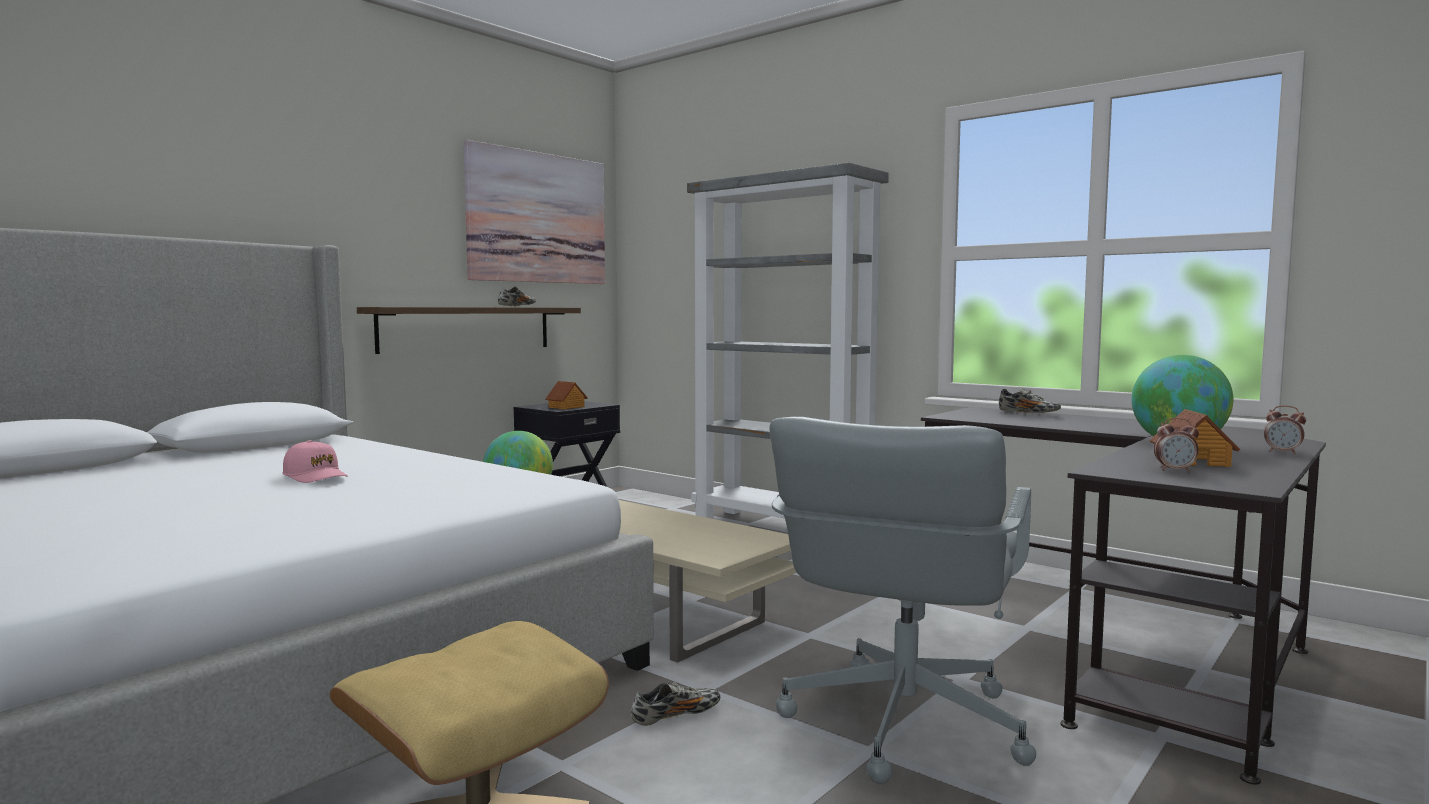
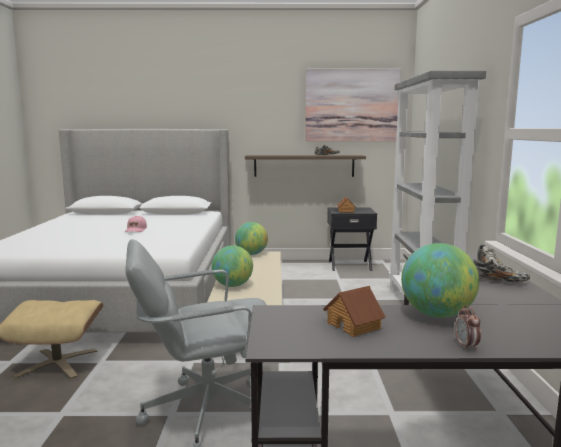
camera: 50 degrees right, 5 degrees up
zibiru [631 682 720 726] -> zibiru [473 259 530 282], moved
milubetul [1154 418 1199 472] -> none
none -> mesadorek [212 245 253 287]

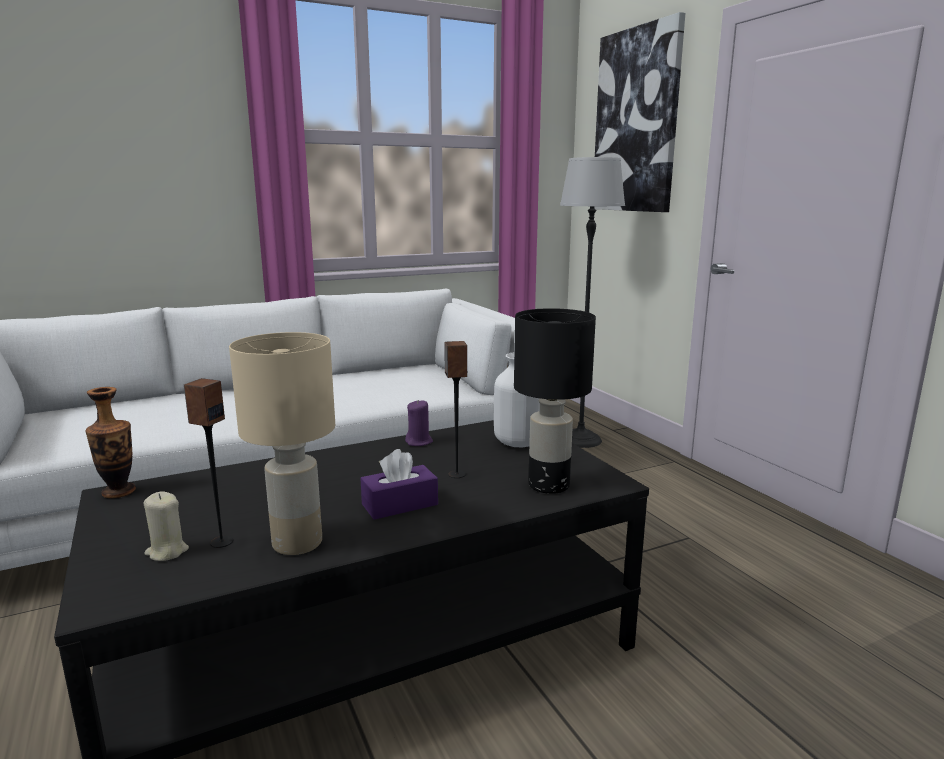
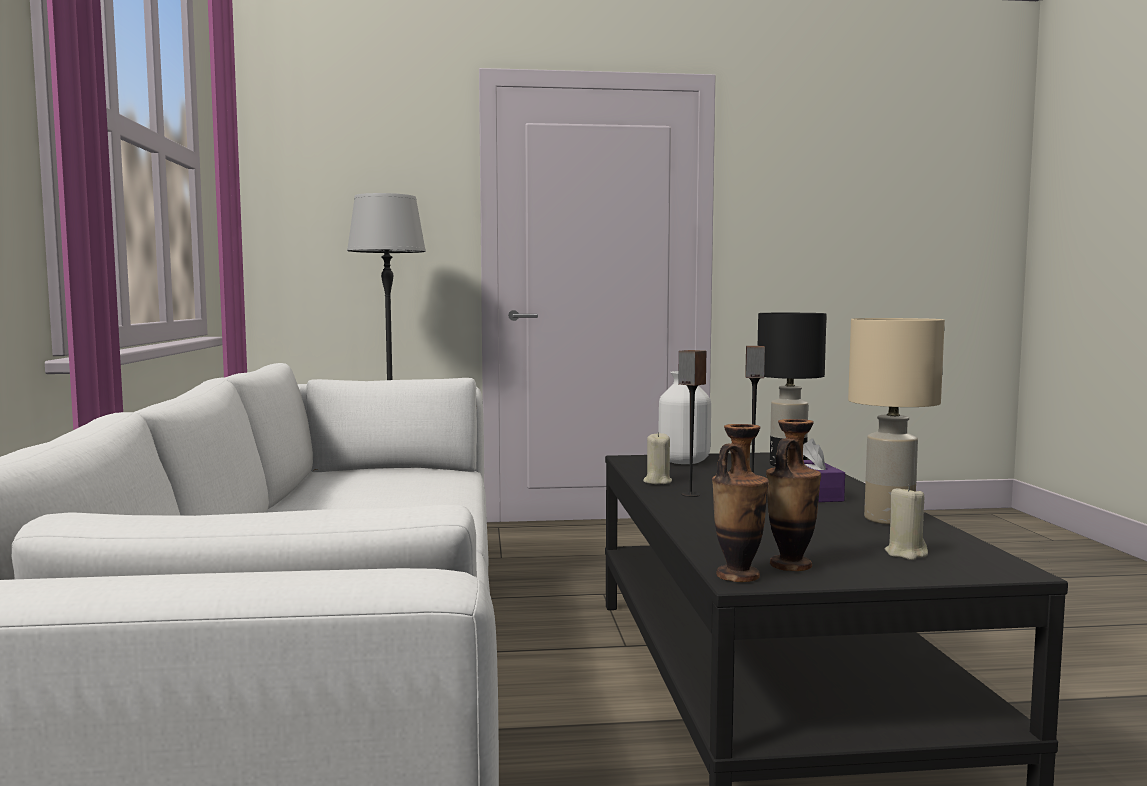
camera: 70 degrees left, 10 degrees down
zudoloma [184 378 233 548] -> zudoloma [678 350 706 497], moved
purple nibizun [405 400 433 446] -> beige nibizun [643 432 672 484]
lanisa [594 12 685 212] -> none
none -> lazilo [766 419 821 571]

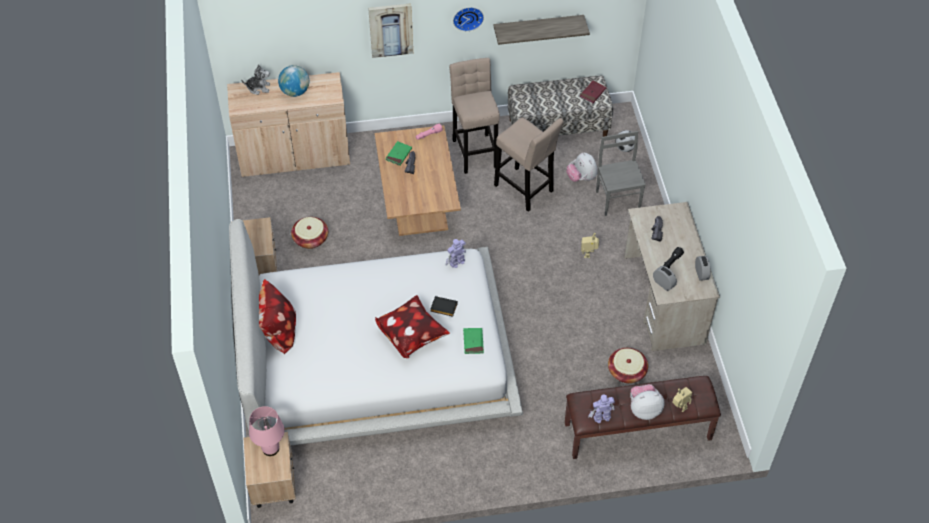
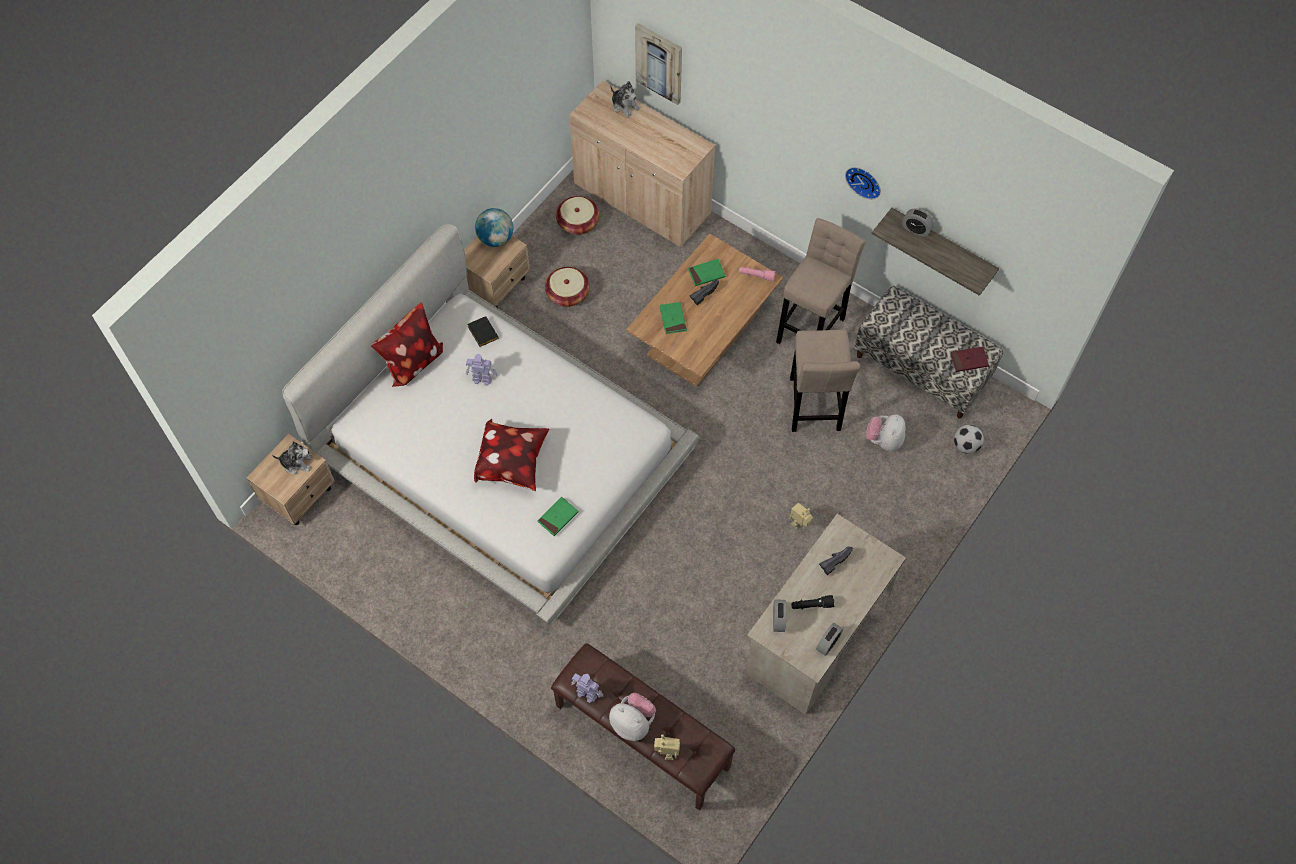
camera: 45 degrees right, 10 degrees up
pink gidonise [249 406 285 456] -> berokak [272 442 312 474]
mesadorek [278 65 309 97] -> mesadorek [475 208 513 247], moved
lanisa [368 3 413 58] -> lanisa [635 23 682 105], moved
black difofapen [430 296 458 317] -> black difofapen [468 316 499 347], moved
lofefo [446 239 466 268] -> lofefo [466 354 497 385], moved
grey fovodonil [596 131 646 216] -> none
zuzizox [608 348 648 383] -> zuzizox [556 196 599 235], moved
none -> green difofapen [659 302 687 334]
none -> milubetul [902 209 934 237]

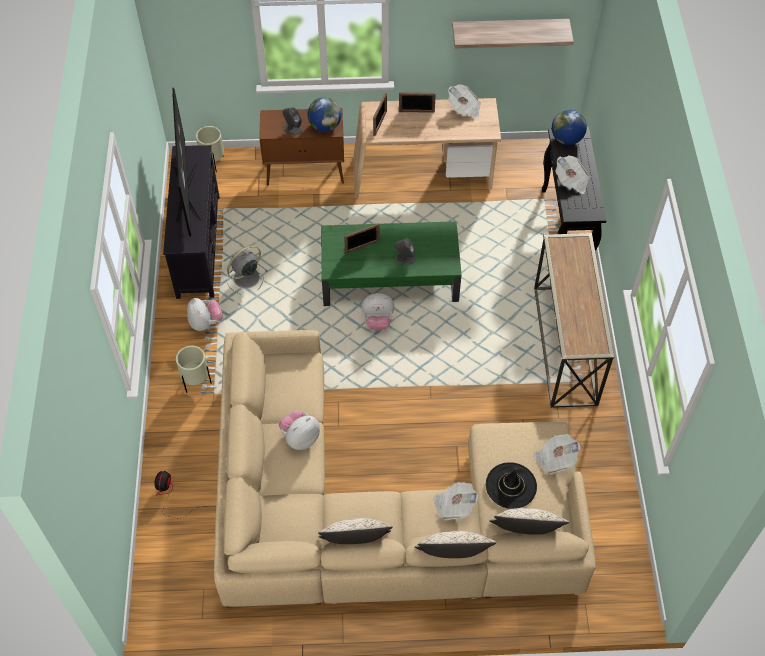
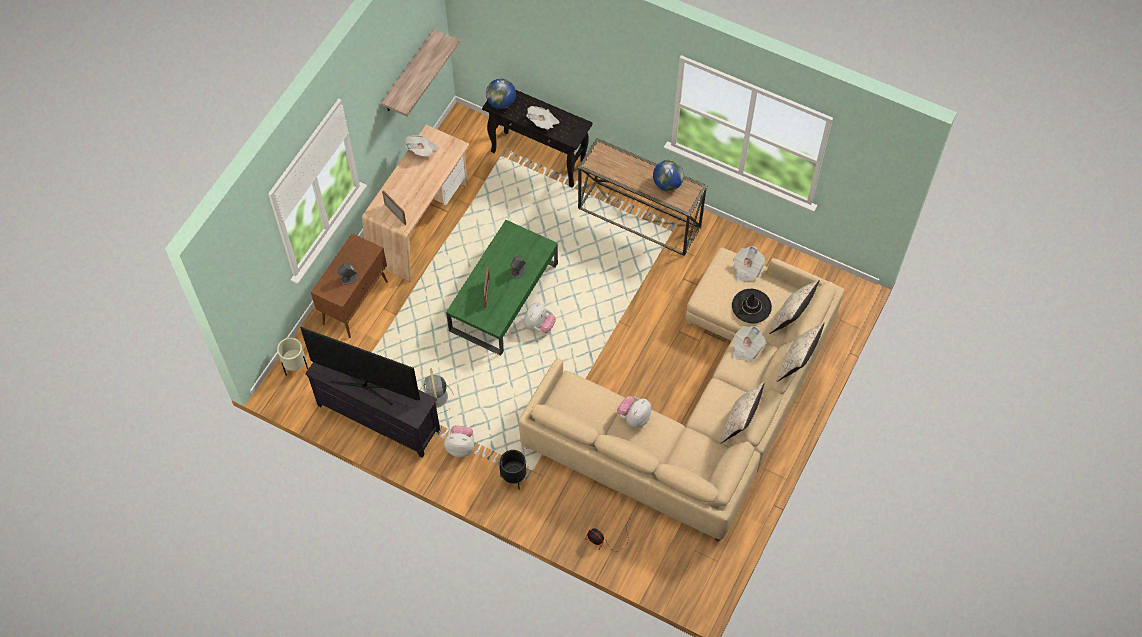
camera: 60 degrees left, 5 degrees up
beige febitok [176 346 212 393] -> black febitok [500 450 526 490]
berokak [279 410 320 450] -> berokak [617 396 651 428], 45 degrees clockwise
mesadorek [307 97 341 132] -> mesadorek [653 160 684 191], moved
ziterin [399 92 436 113] -> none

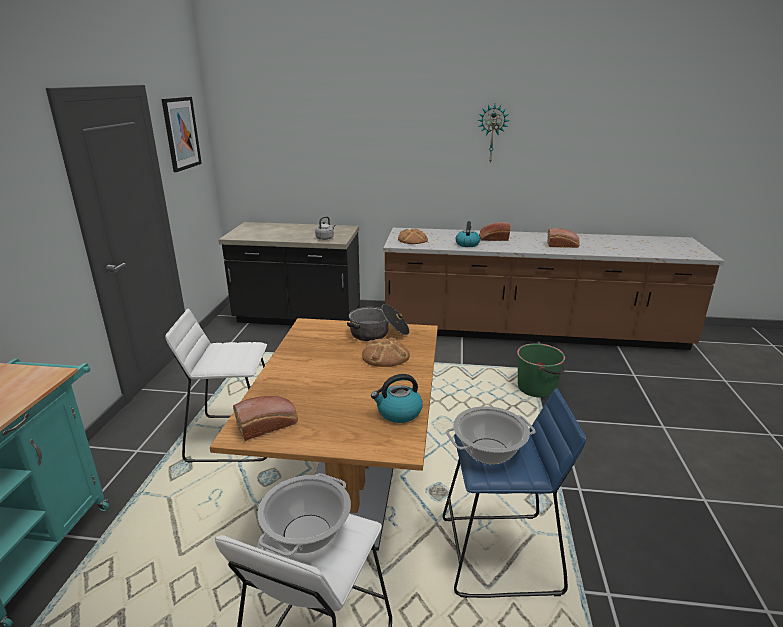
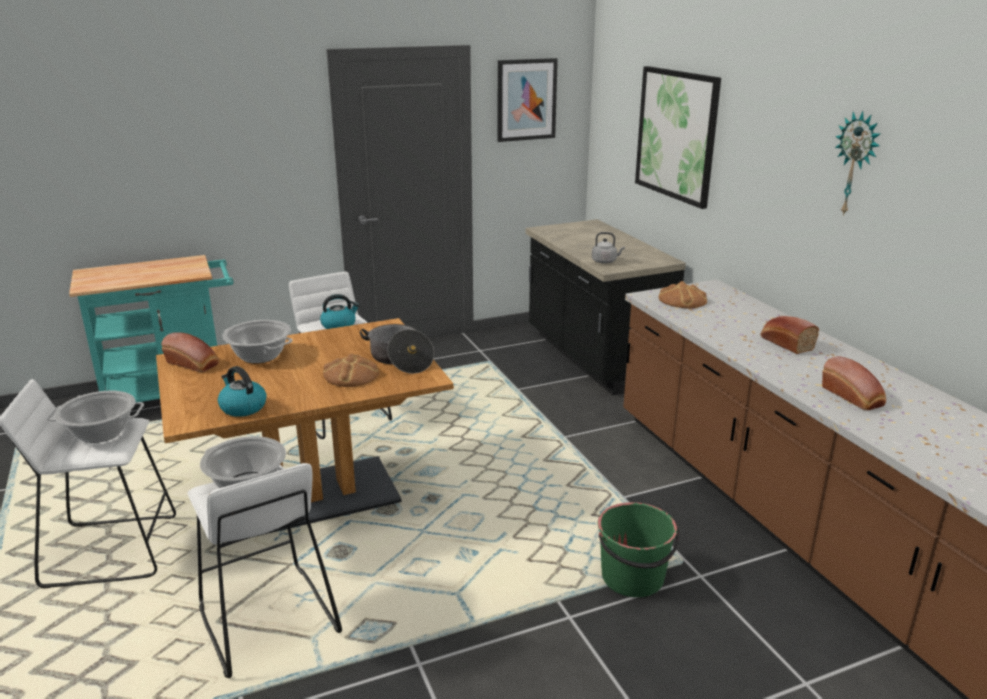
camera: 60 degrees right, 0 degrees up
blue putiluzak [443 388 586 598] -> white putiluzak [188 463 342 678]
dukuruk [456 221 480 247] -> dukuruk [320 294 360 329], moved
none -> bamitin [222 320 293 364]
none -> lanisa [635 66 721 209]

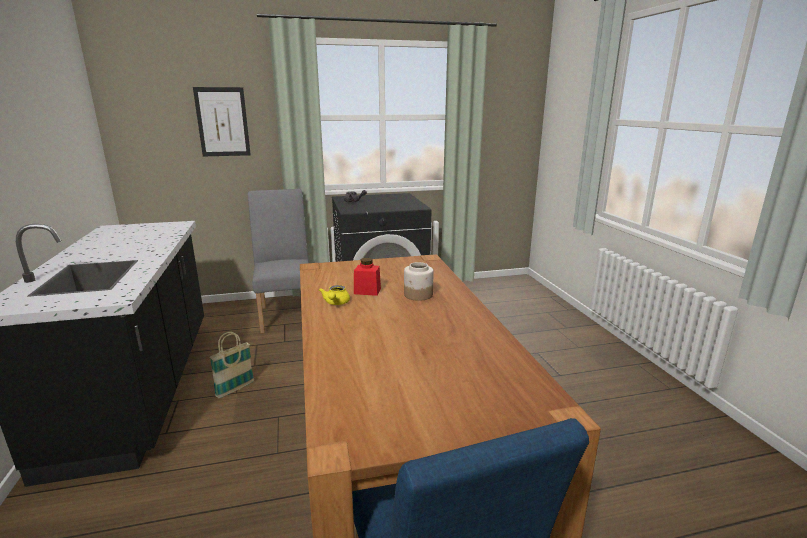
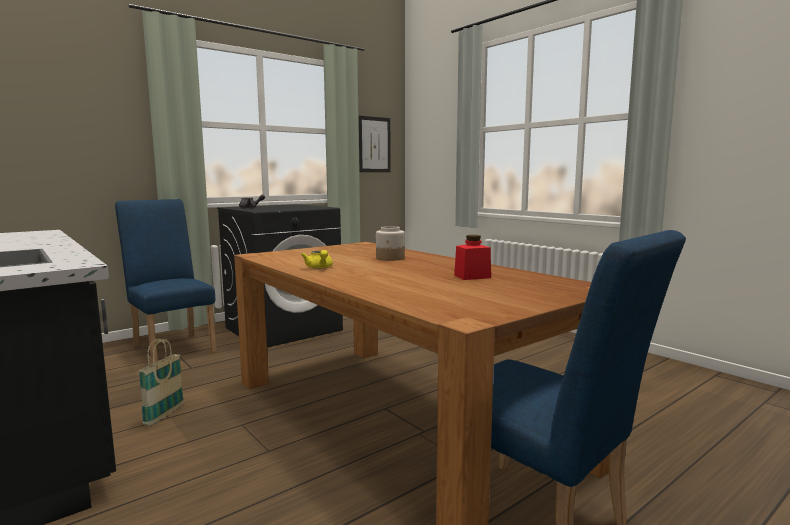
camera: 25 degrees left, 10 degrees down
lanisa [193 87 251 156] -> lanisa [359 116 391 172], moved
grey fovodonil [248 189 309 334] -> blue fovodonil [115 199 217 363]
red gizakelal [354 258 381 296] -> red gizakelal [454 235 491 280], moved

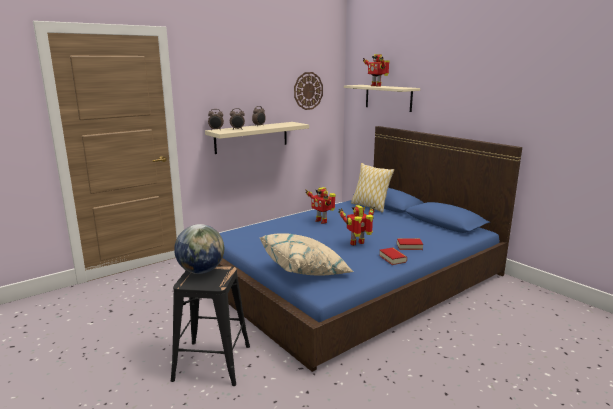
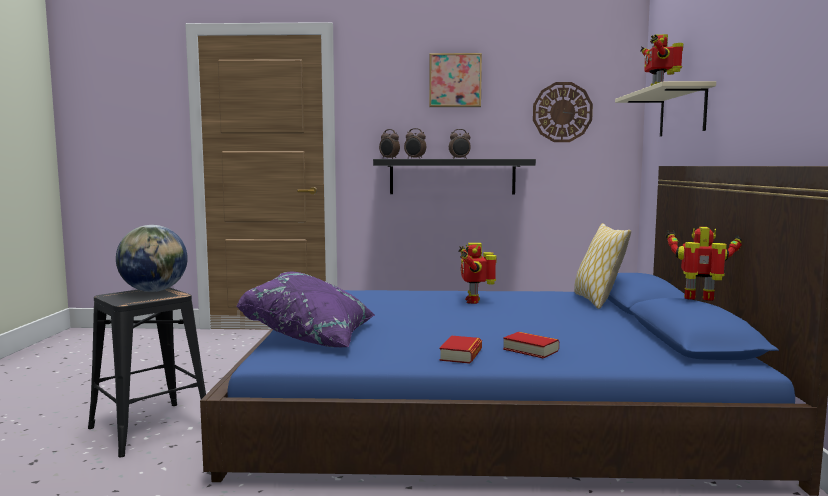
camera: 40 degrees right, 10 degrees down
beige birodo [205 122 309 154] -> black birodo [373 159 536 194]
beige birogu [260 233 353 276] -> purple birogu [237 272 375 347]
lofefo [338 205 375 245] -> lofefo [666 227 742 301], moved
none -> lanisa [429 53 482 107]

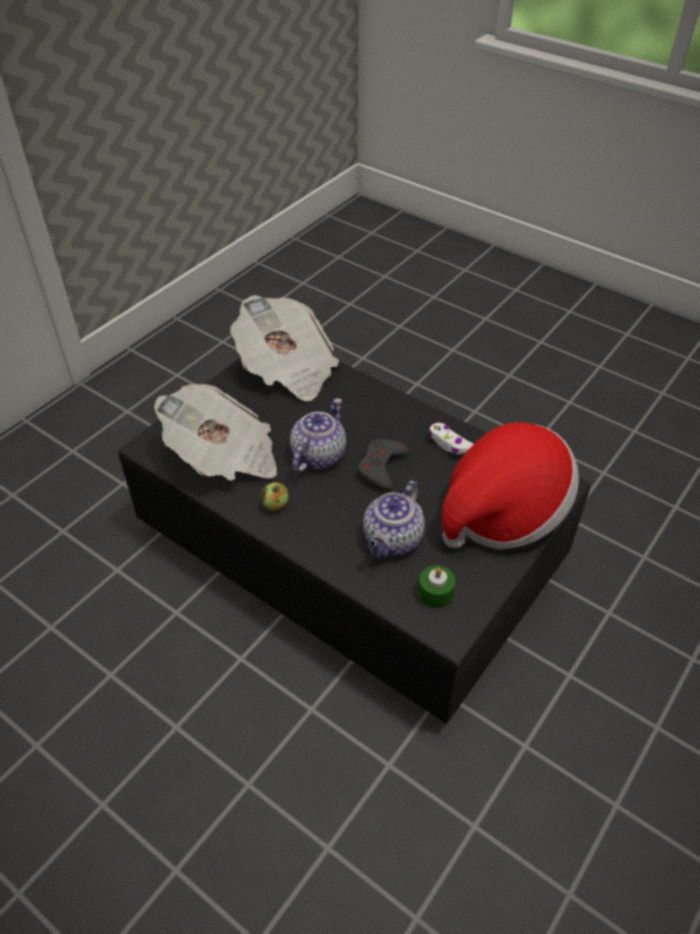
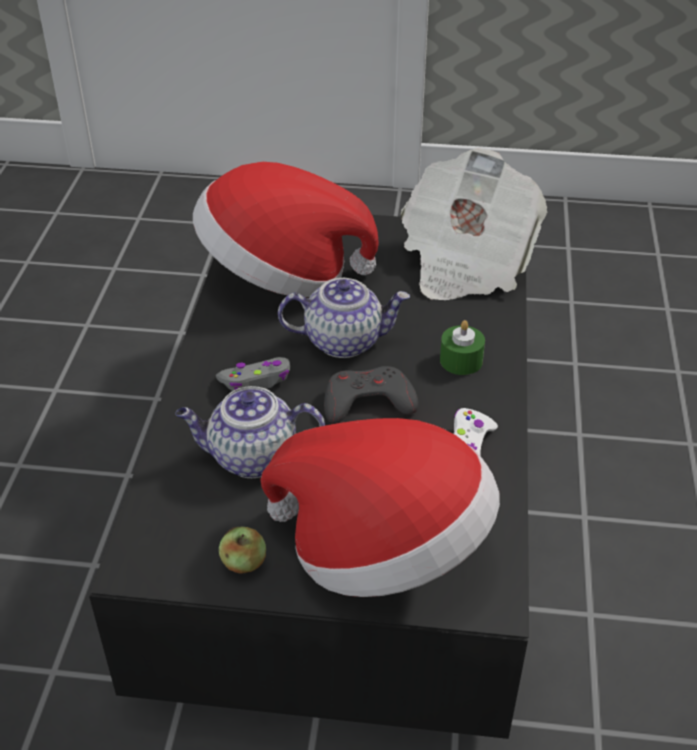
camera: 60 degrees right, 5 degrees down
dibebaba [154 384 277 481] -> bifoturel [193 162 379 297]
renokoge [260 482 289 511] -> renokoge [219 527 266 574], moved
green nibizun [418 565 455 608] -> green nibizun [440 320 485 375], moved
none -> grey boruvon [216 357 290 391]

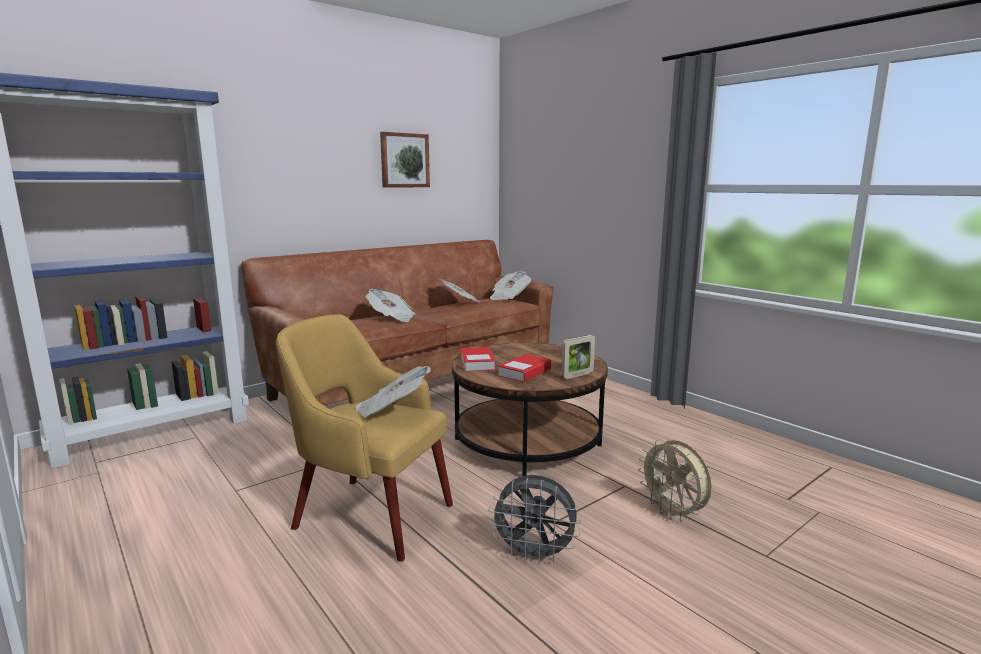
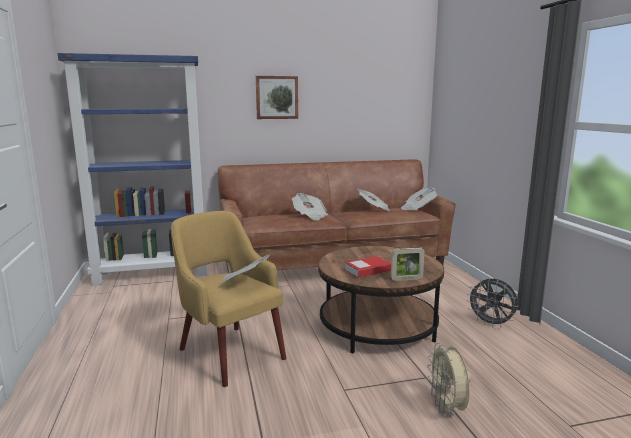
camera: 25 degrees right, 0 degrees up
lanisa [380 132 430 188] -> lanisa [256 76 298 119], moved
difofapen [460 347 496 372] -> none
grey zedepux [488 475 581 564] -> grey zedepux [466 278 518 328], moved

